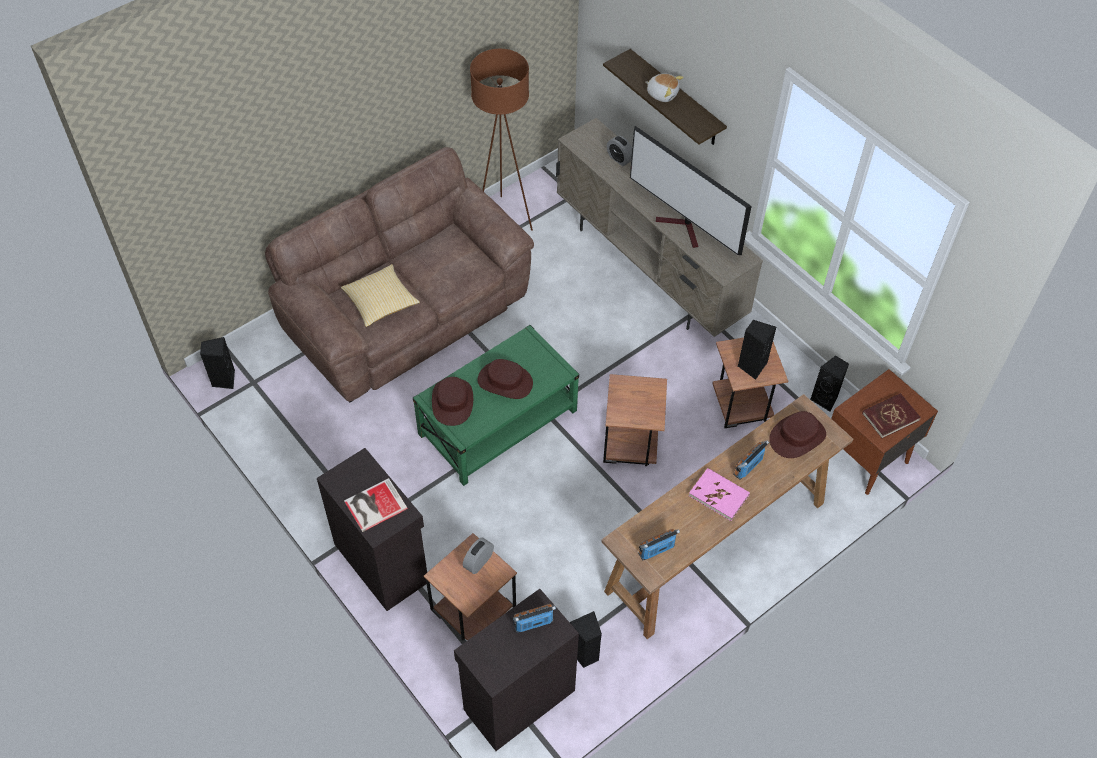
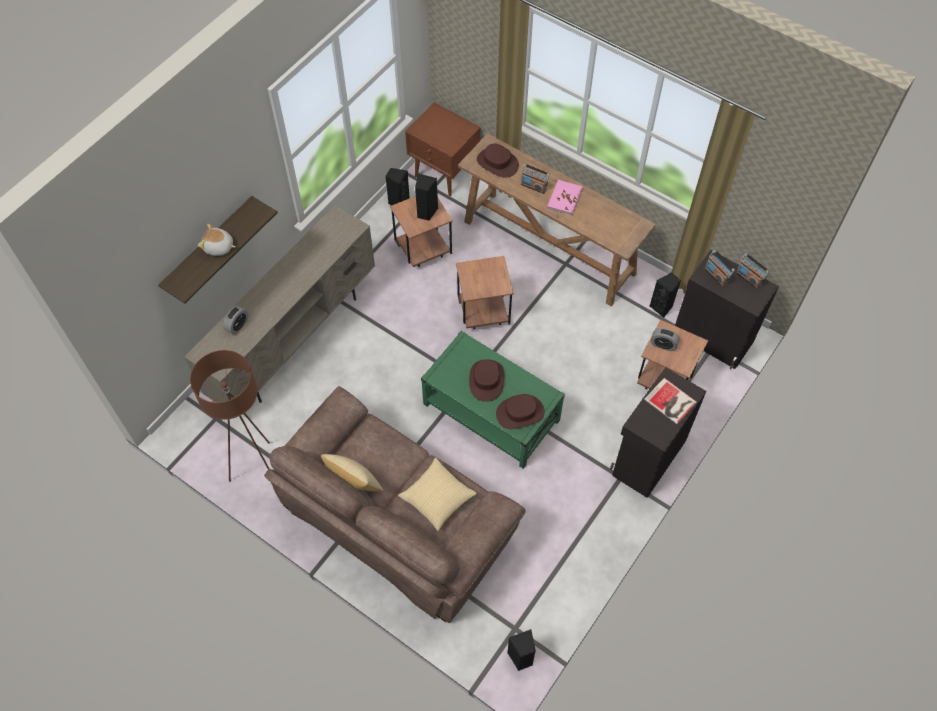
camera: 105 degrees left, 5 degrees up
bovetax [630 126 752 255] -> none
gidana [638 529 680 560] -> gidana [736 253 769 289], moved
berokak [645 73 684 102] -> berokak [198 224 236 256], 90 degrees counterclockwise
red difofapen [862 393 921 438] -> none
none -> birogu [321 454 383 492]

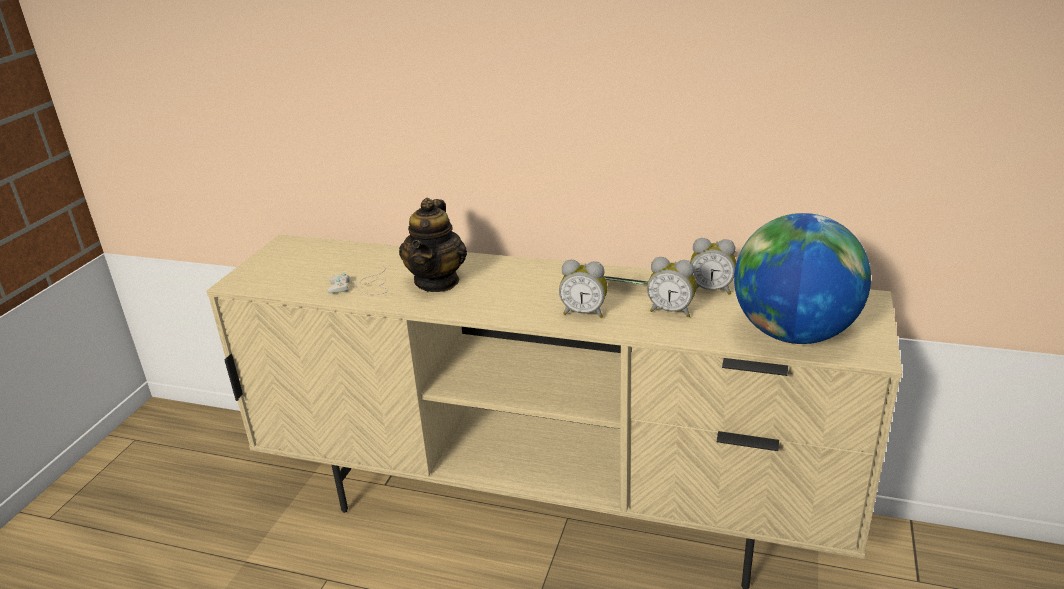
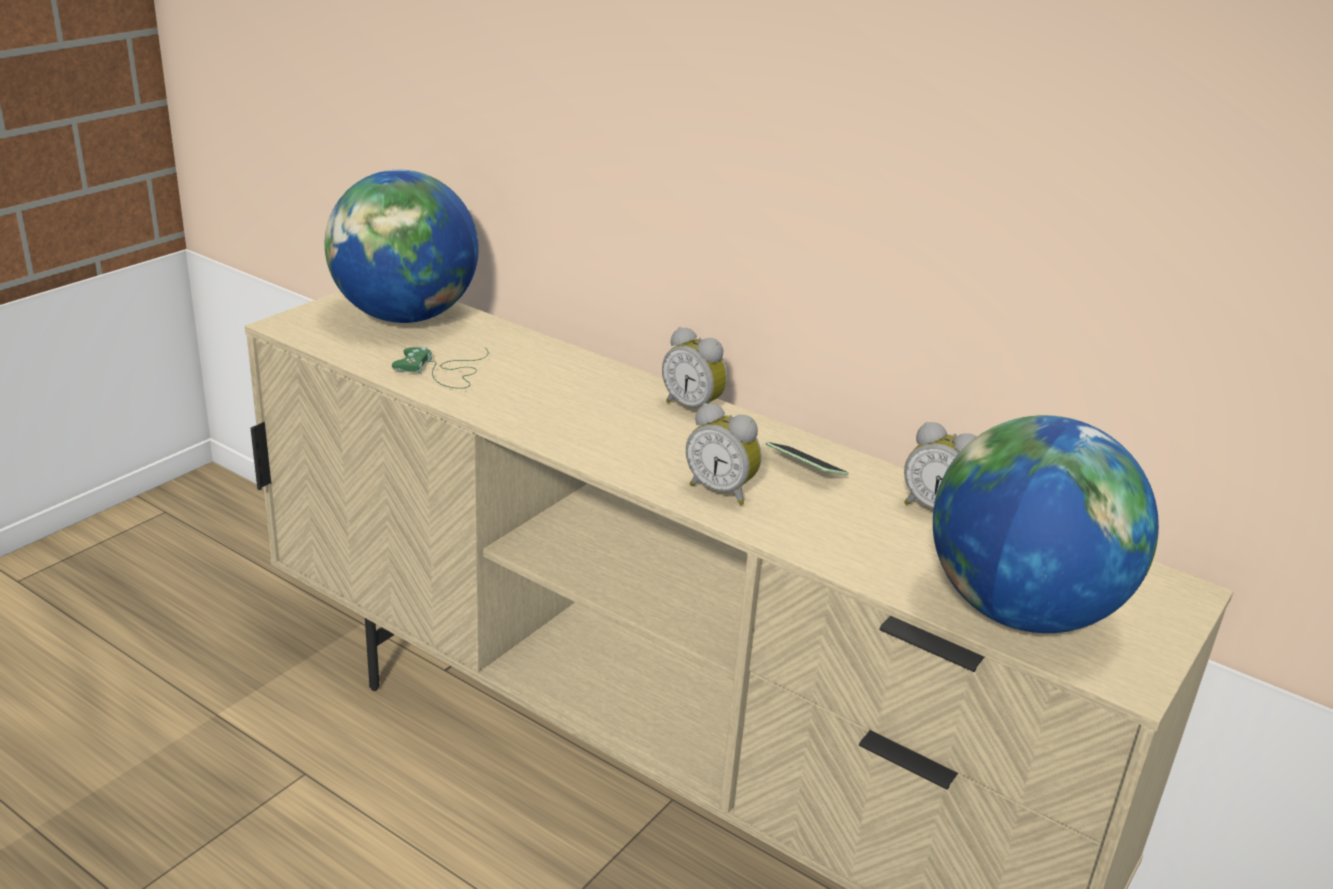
camera: 15 degrees right, 0 degrees up
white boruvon [328 264 388 295] -> green boruvon [392 347 488 389]
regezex [399 198 467 292] -> none
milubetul [647 257 697 317] -> milubetul [662 327 727 408], moved
none -> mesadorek [325 170 479 323]

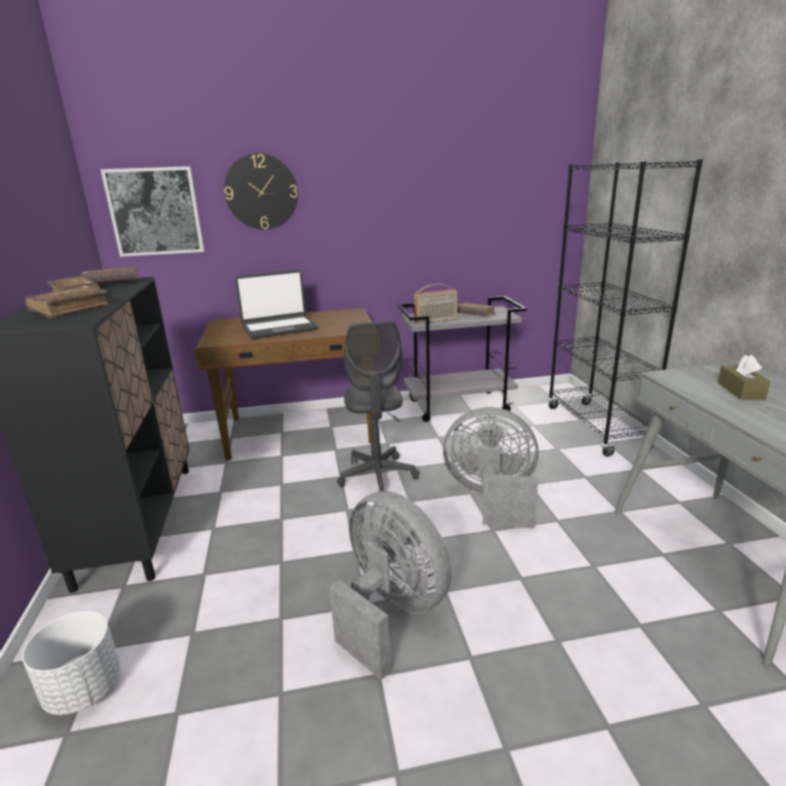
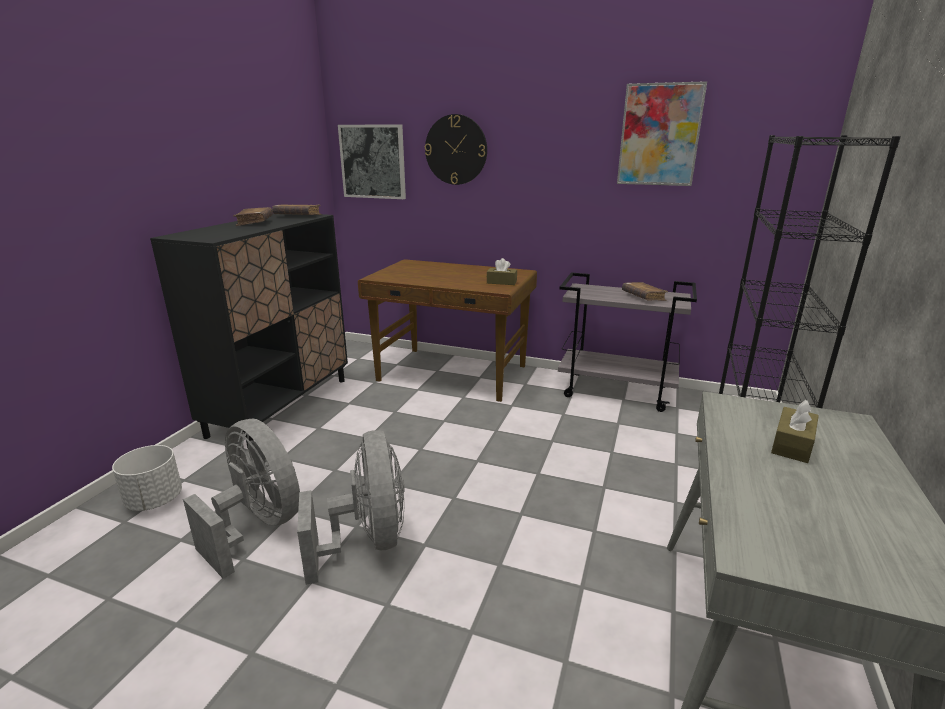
camera: 30 degrees right, 0 degrees up
brown difofapen [25 286 110 318] -> none
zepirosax [235 270 319 339] -> none
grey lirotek [337 321 419 492] -> none
gidana [414 284 457 324] -> none
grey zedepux [443 407 538 529] -> grey zedepux [183 419 300 579], moved
none -> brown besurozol [487 258 517 285]
none -> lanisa [617 81 707 186]

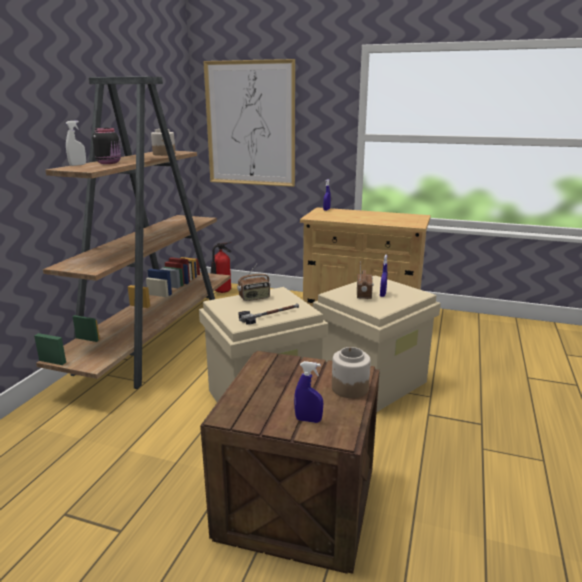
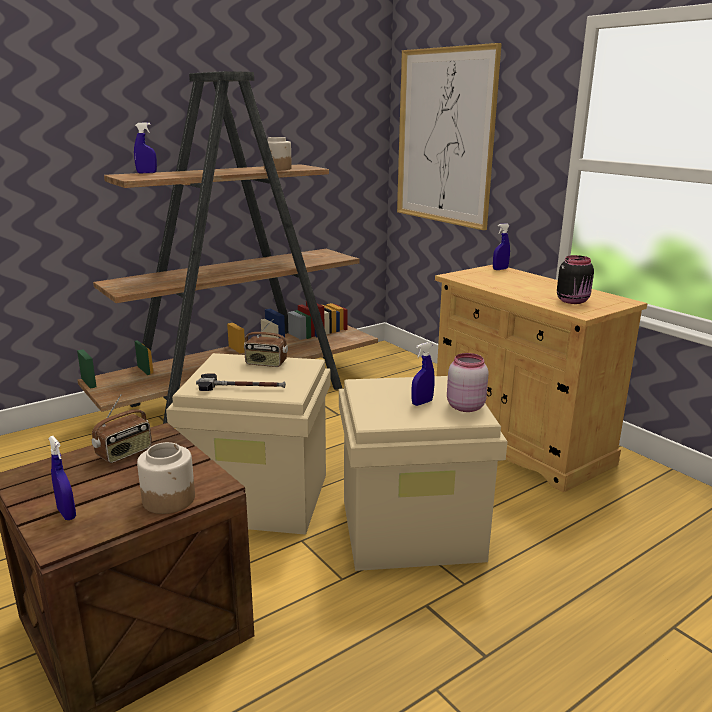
camera: 35 degrees right, 0 degrees up
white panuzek [65 121 86 166] -> blue panuzek [134 122 157 173]
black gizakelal [92 128 121 164] -> black gizakelal [557 255 594 304], moved
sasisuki [211 242 232 293] -> none
gidana [357 261 374 299] -> gidana [92 394 152 463], moved
none -> pink gizakelal [447 353 489 412]

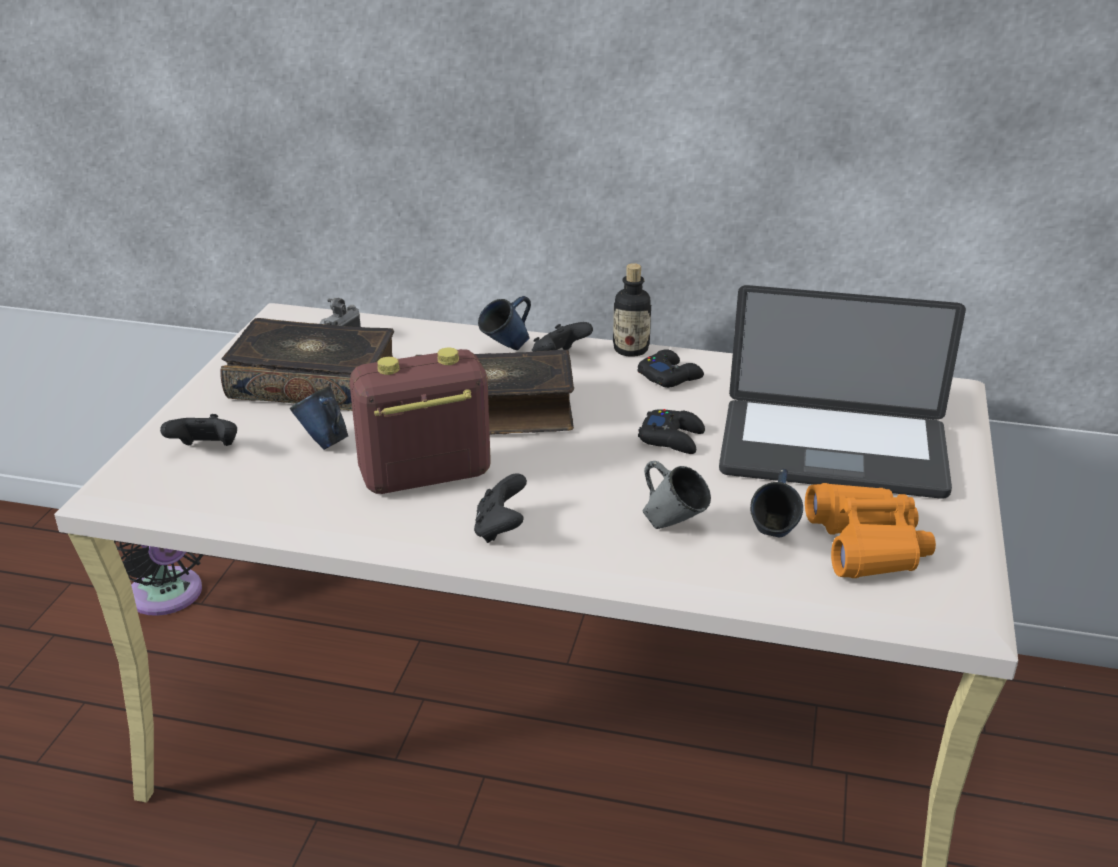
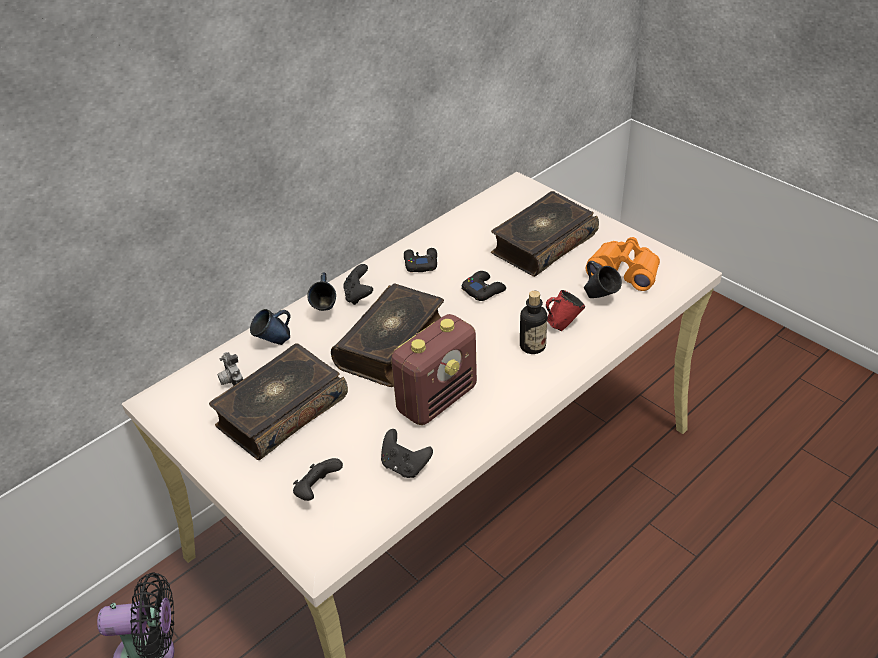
camera: 55 degrees left, 10 degrees up
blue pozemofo [290 386 348 450] -> blue pozemofo [250 309 291 345], moved
gidana [350 348 491 494] -> gidana [391 314 477 425], 150 degrees counterclockwise
black boruvon [474 473 527 543] -> black boruvon [381 429 433 478], moved
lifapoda [613 263 651 357] -> lifapoda [520 291 547 354], moved
grey pozemofo [643 461 711 529] -> red pozemofo [546 290 585 331]
zepirosax [719 285 966 499] -> difofapen [491 191 599 277]

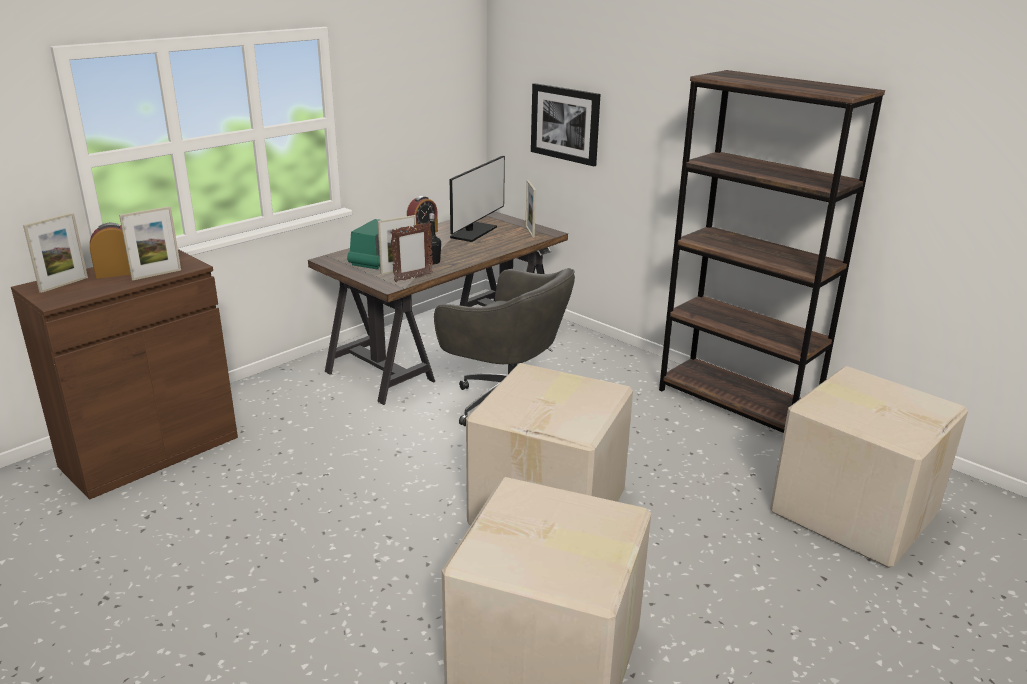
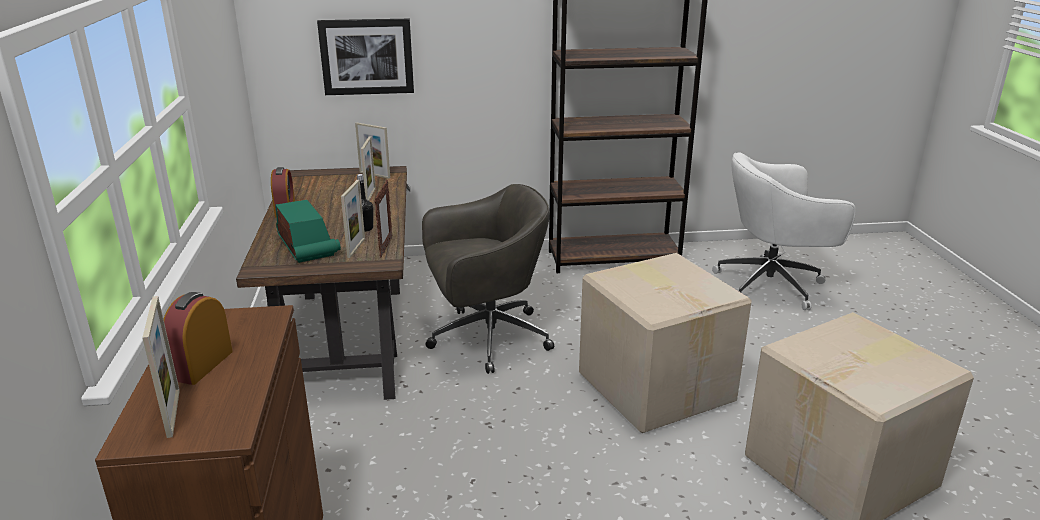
camera: 50 degrees left, 0 degrees up
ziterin [119 206 181 280] -> ziterin [361 137 376 201], moved
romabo [450 156 505 242] -> none
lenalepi [770 366 968 568] -> white lirotek [712 152 856 310]

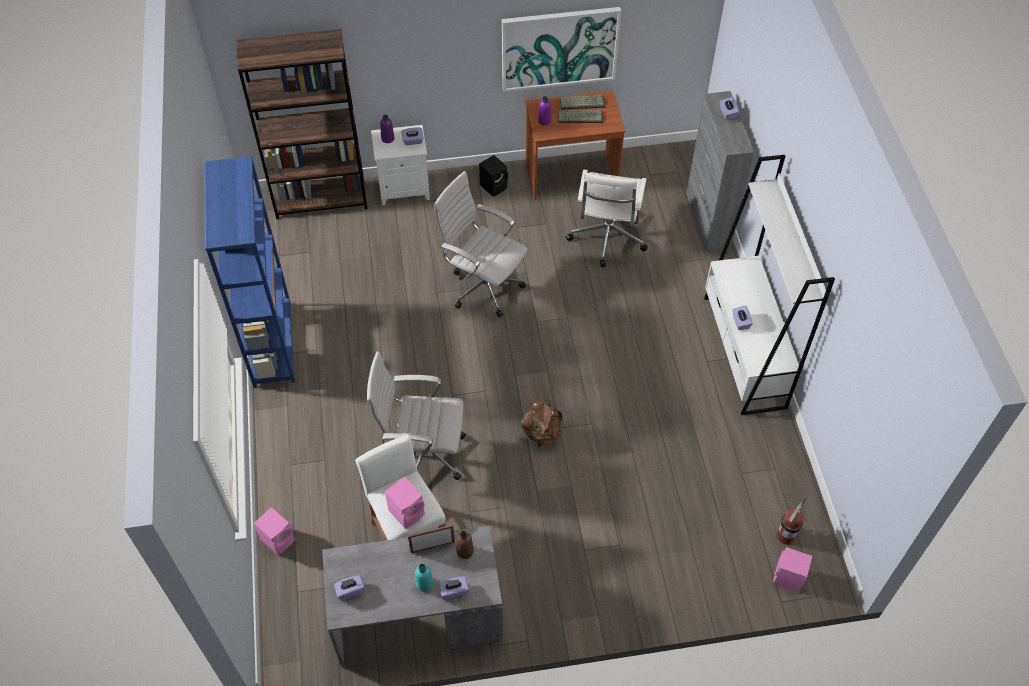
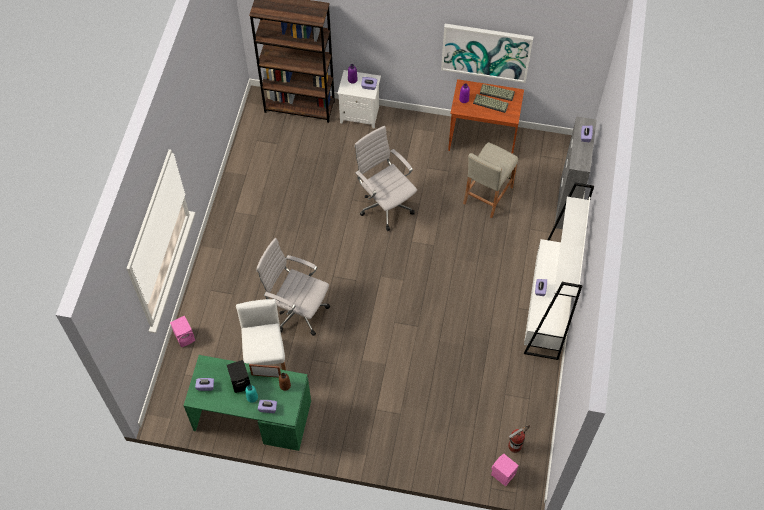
camera: 20 degrees right, 5 degrees up
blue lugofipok [205 156 295 388] -> none
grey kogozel [322 526 503 667] -> green kogozel [183 355 311 451]
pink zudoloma [385 477 425 529] -> none
black zudoloma [479 155 508 197] -> black zudoloma [227 360 250 393], moved
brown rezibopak [521 400 562 447] -> none
white lirotek [566 170 647 267] -> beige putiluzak [463 142 518 218]

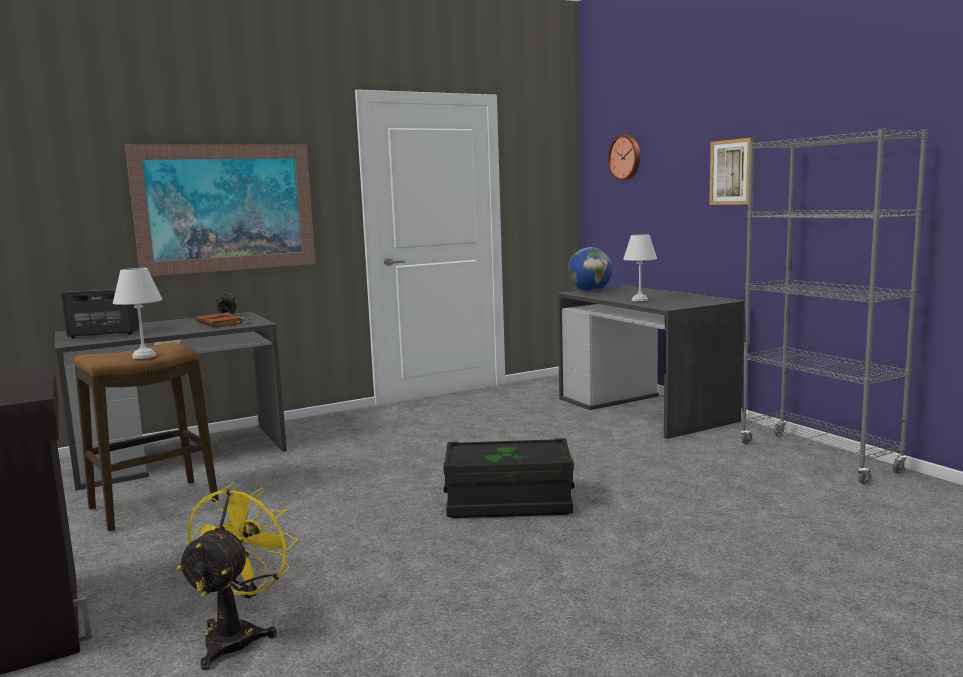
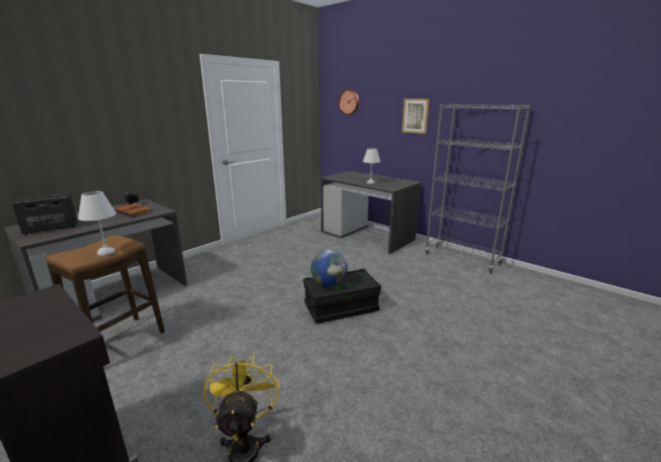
camera: 20 degrees left, 10 degrees up
lanisa [125 144 316 276] -> none
mesadorek [568 247 612 292] -> mesadorek [311 250 347 287], moved

